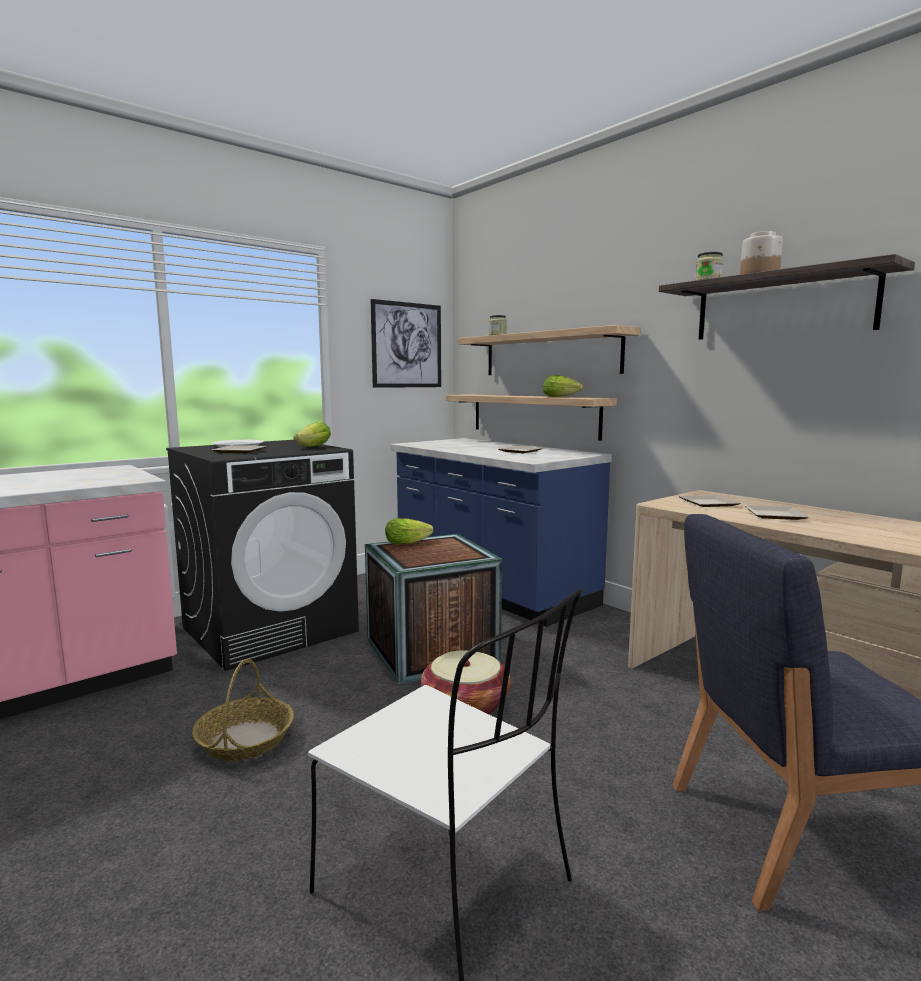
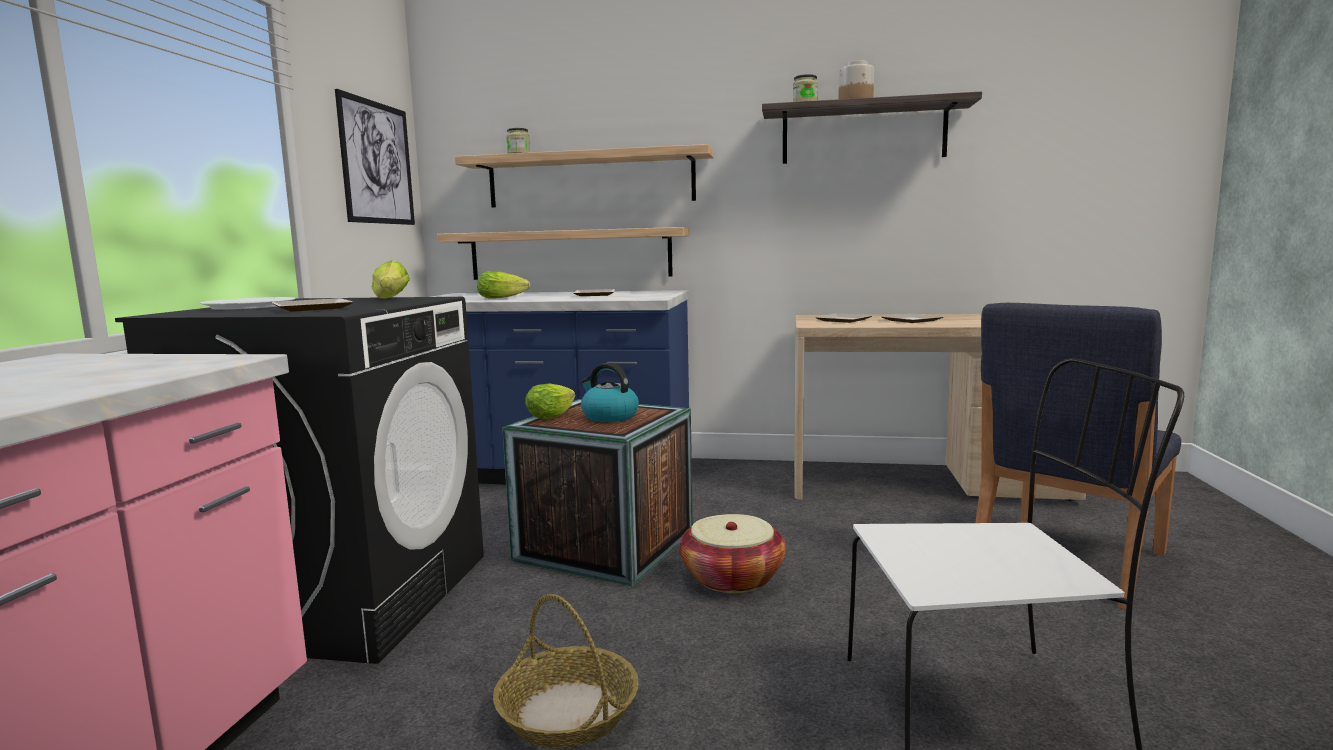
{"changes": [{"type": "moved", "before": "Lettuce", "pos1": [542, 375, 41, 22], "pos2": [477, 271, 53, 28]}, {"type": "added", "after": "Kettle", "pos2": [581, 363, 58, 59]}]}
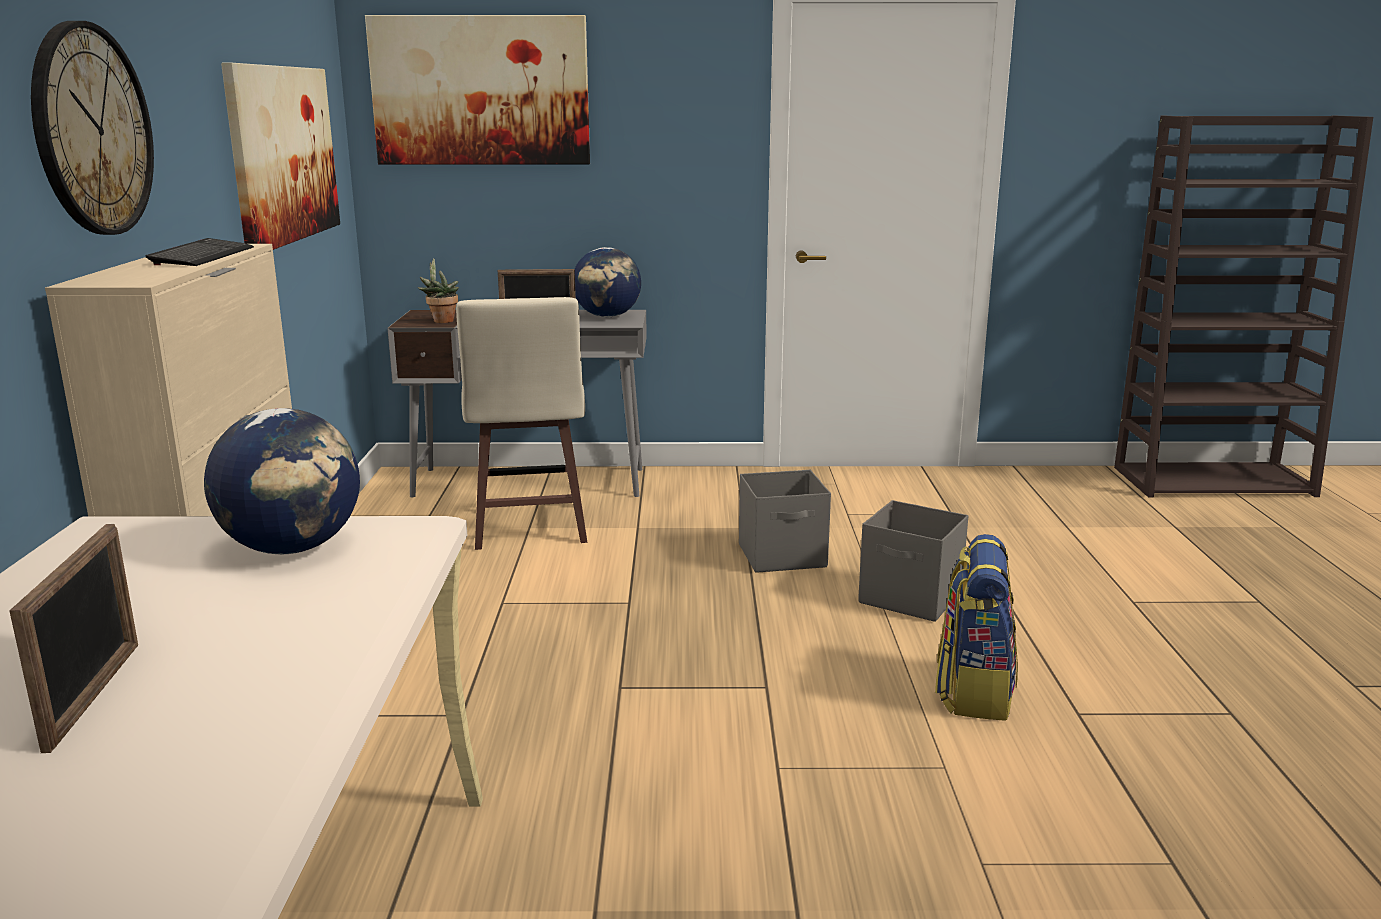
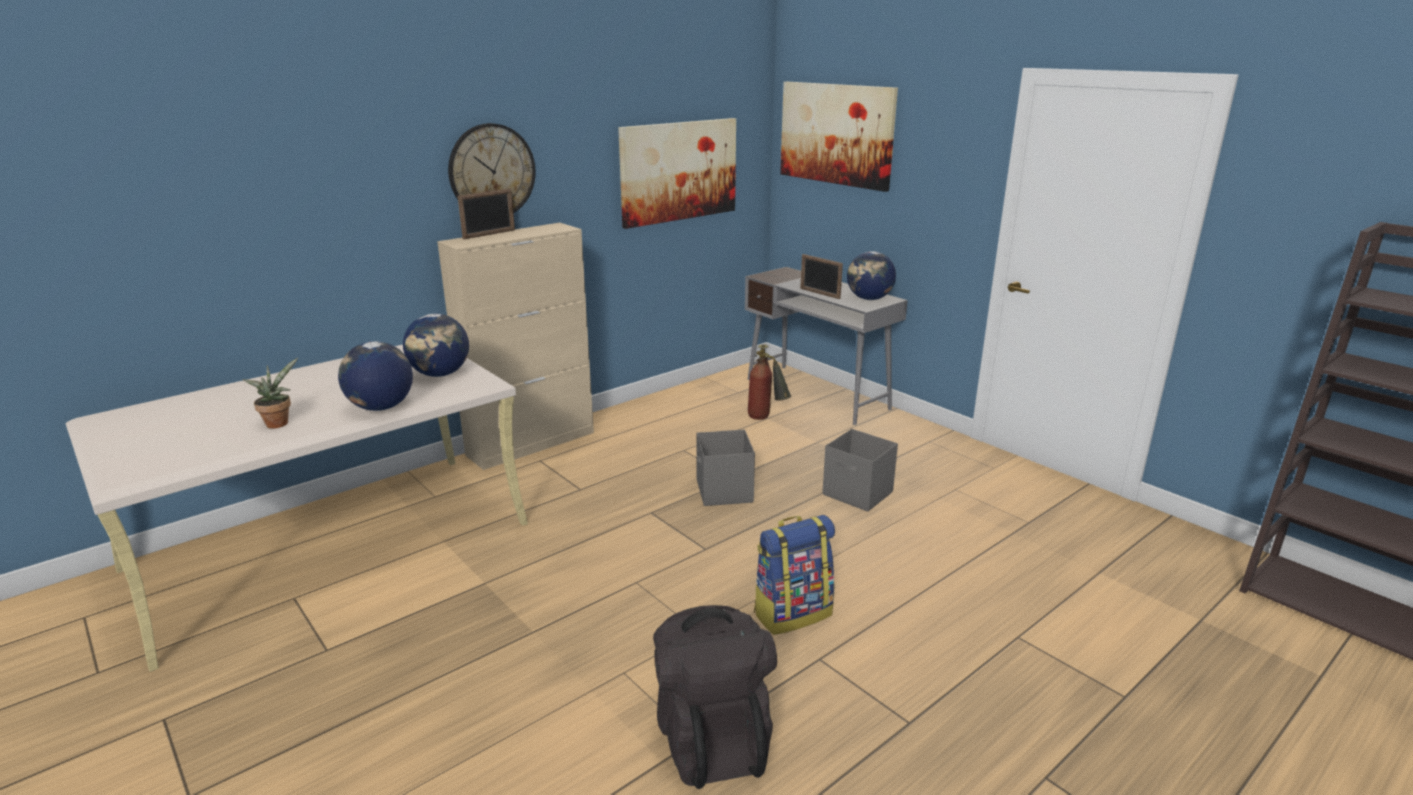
{"changes": [{"type": "moved", "before": "PictureFrame", "pos1": [9, 524, 129, 229], "pos2": [458, 188, 57, 51]}, {"type": "removed", "before": "Keyboard", "pos1": [146, 238, 108, 28]}, {"type": "moved", "before": "PottedPlant", "pos1": [418, 258, 41, 65], "pos2": [242, 358, 56, 71]}, {"type": "replaced", "before": "BeigeStool", "after": "FireExtinguisher", "pos1": [456, 297, 132, 253], "pos2": [748, 344, 43, 76]}, {"type": "moved", "before": "GreyStorageBox", "pos1": [858, 500, 110, 122], "pos2": [696, 429, 59, 77]}, {"type": "added", "after": "Globe", "pos2": [338, 341, 75, 70]}, {"type": "added", "after": "BlackBackpack", "pos2": [653, 605, 124, 184]}]}
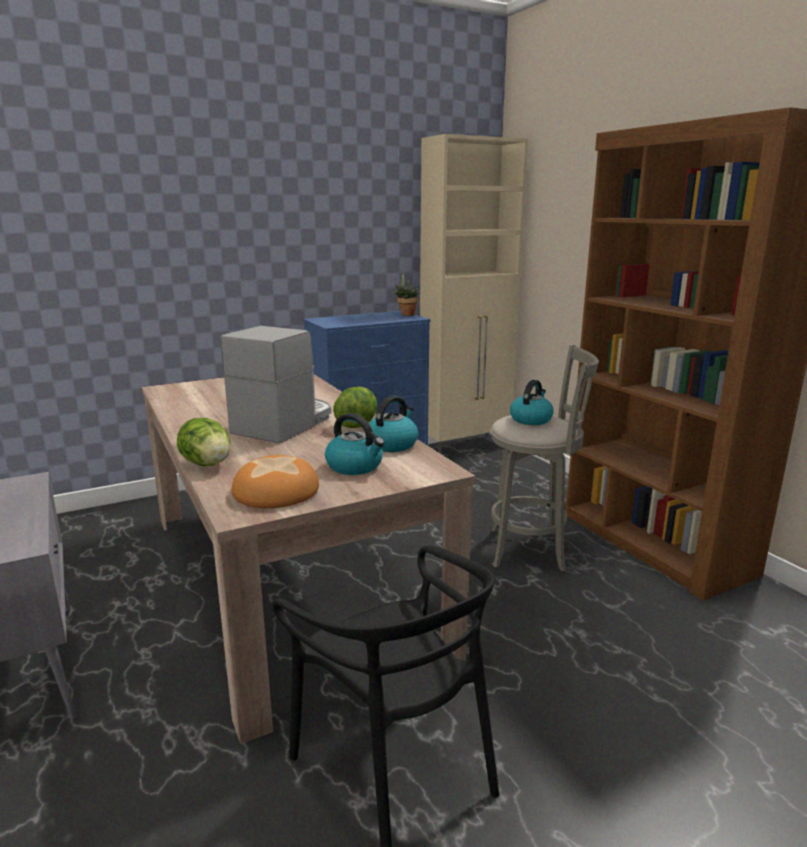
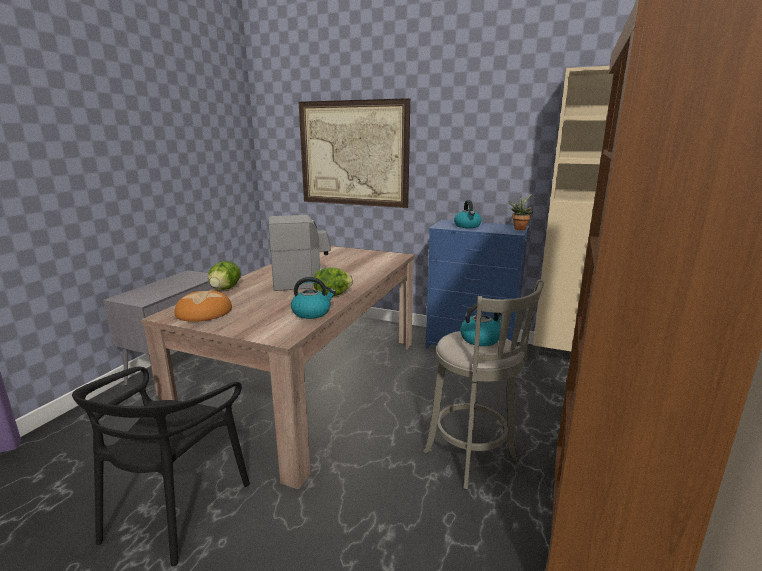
{"changes": [{"type": "moved", "before": "Kettle", "pos1": [325, 413, 60, 62], "pos2": [454, 200, 28, 28]}, {"type": "added", "after": "Picture", "pos2": [299, 98, 111, 110]}]}
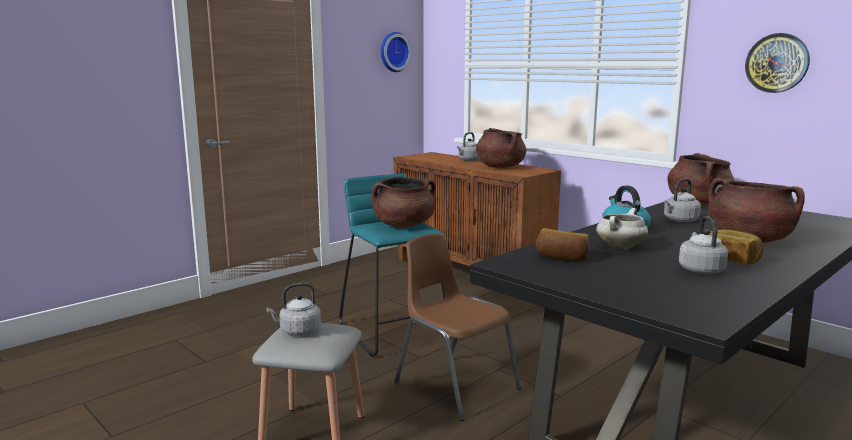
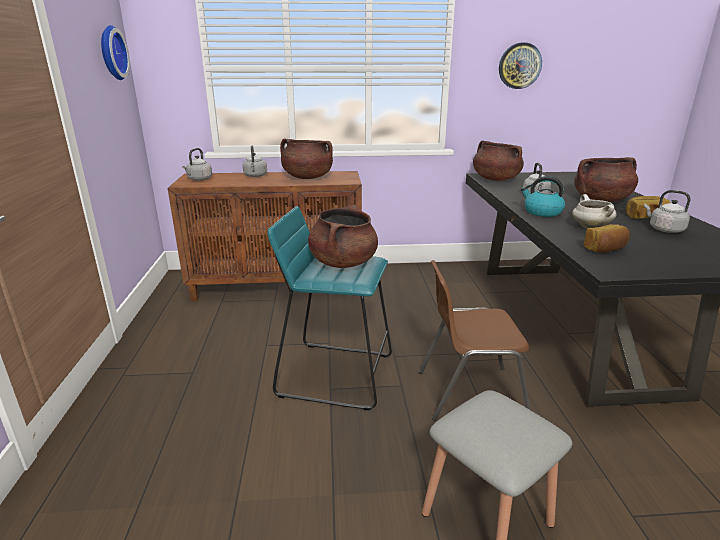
{"changes": [{"type": "moved", "before": "GreyKettle", "pos1": [267, 283, 54, 53], "pos2": [182, 148, 30, 33]}]}
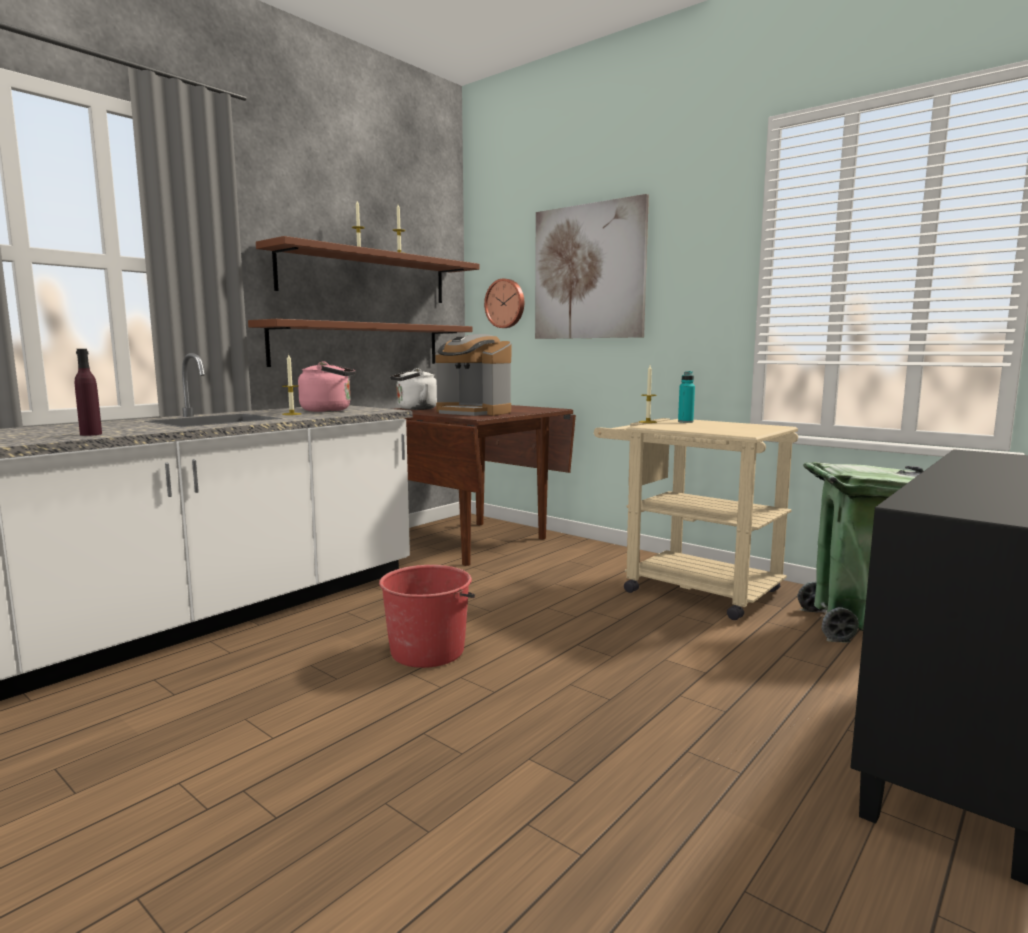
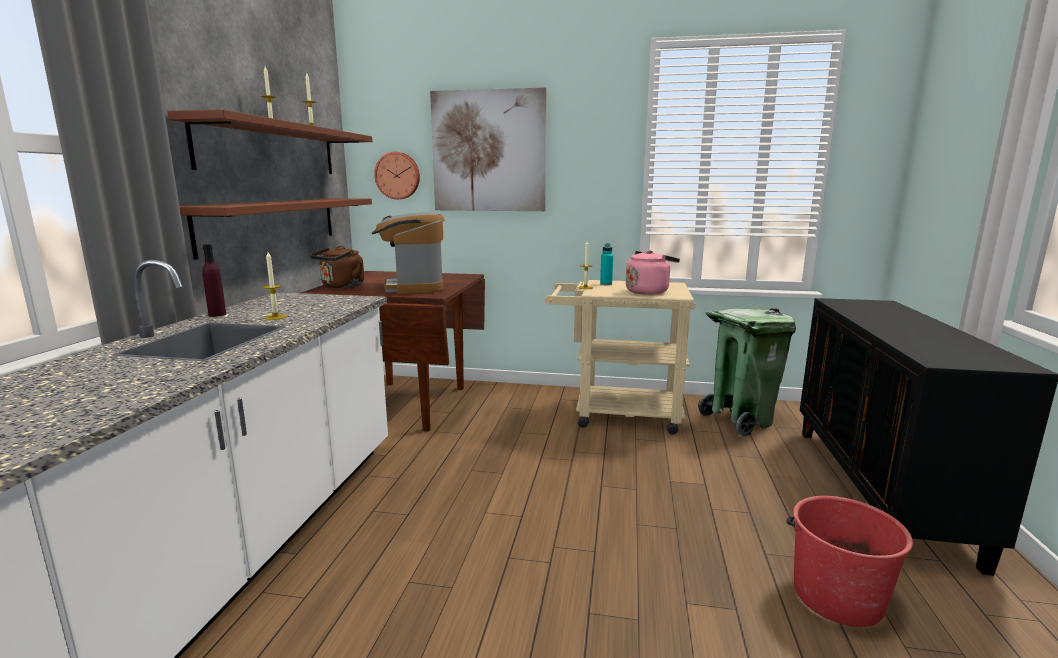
{"changes": [{"type": "moved", "before": "PurpleBottle", "pos1": [75, 349, 27, 87], "pos2": [202, 244, 24, 73]}, {"type": "moved", "before": "PinkKettle", "pos1": [298, 361, 58, 51], "pos2": [626, 250, 54, 45]}, {"type": "moved", "before": "RedBucket", "pos1": [379, 565, 96, 103], "pos2": [787, 496, 126, 131]}, {"type": "recoloured", "before": "WhiteKettle", "after": "BrownKettle", "pos1": [390, 368, 47, 42], "pos2": [310, 246, 54, 43]}, {"type": "turned", "before": "CoffeeMachine", "pos1": [436, 334, 75, 82], "pos2": [372, 212, 73, 82], "turn": 75}]}
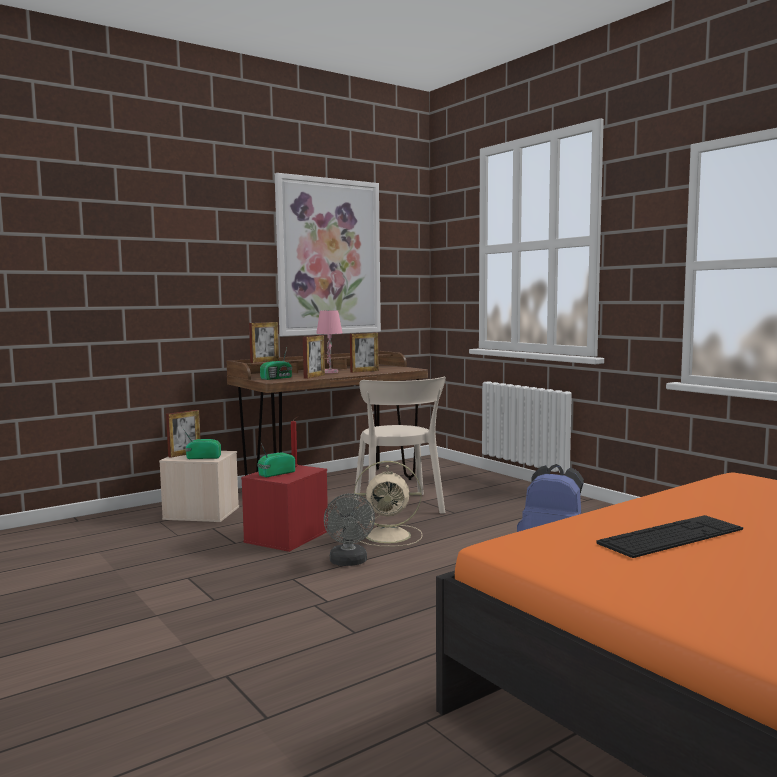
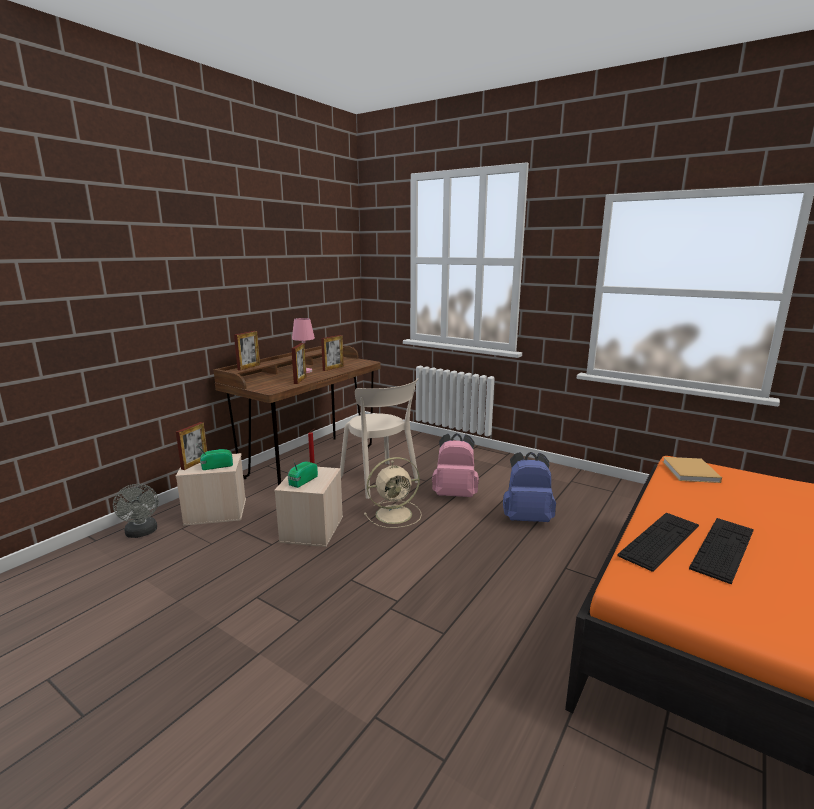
{"changes": [{"type": "recoloured", "before": "RedStorageBox", "after": "BeigeStorageBox", "pos1": [241, 465, 87, 87], "pos2": [274, 467, 69, 80]}, {"type": "removed", "before": "Radio", "pos1": [260, 348, 32, 32]}, {"type": "removed", "before": "Picture", "pos1": [275, 173, 106, 163]}, {"type": "moved", "before": "GreyFan", "pos1": [324, 493, 51, 73], "pos2": [113, 484, 45, 54]}, {"type": "added", "after": "PinkBackpack", "pos2": [432, 433, 47, 64]}, {"type": "added", "after": "Keyboard", "pos2": [617, 513, 82, 59]}, {"type": "added", "after": "BeigeBook", "pos2": [662, 457, 60, 26]}]}
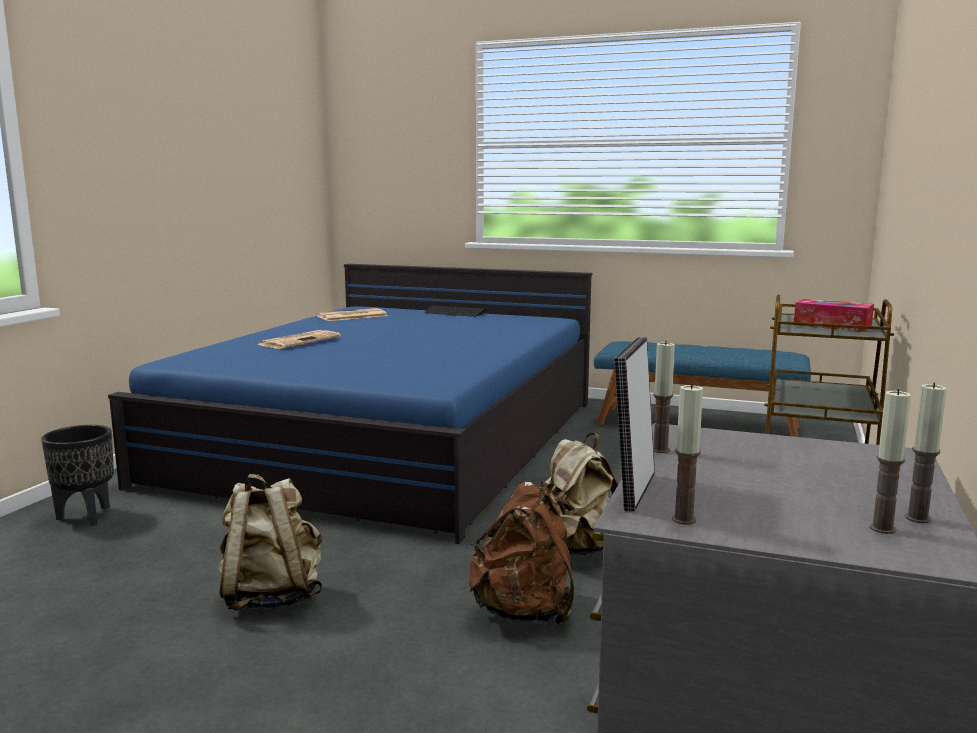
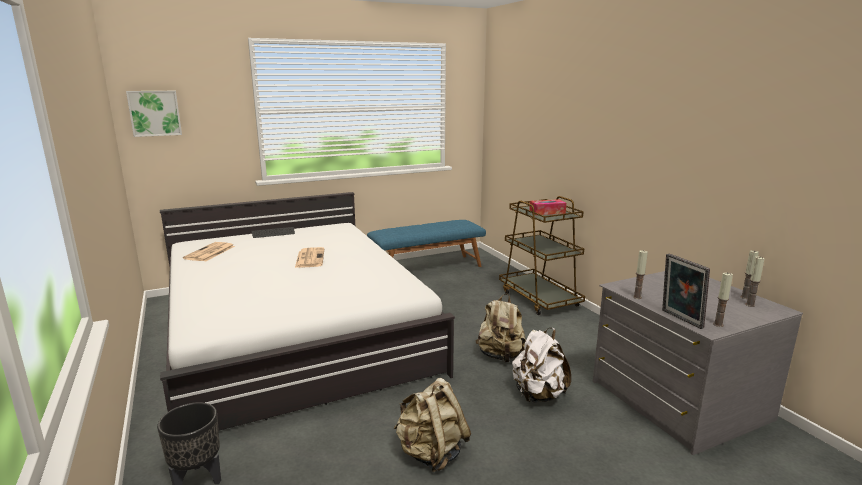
{"changes": [{"type": "recoloured", "before": "BlueBed", "after": "WhiteBed", "pos1": [108, 264, 484, 280], "pos2": [160, 192, 295, 239]}, {"type": "moved", "before": "Newspaper", "pos1": [258, 330, 83, 19], "pos2": [295, 247, 29, 21]}, {"type": "recoloured", "before": "BrownBackpack", "after": "WhiteBackpack", "pos1": [469, 481, 105, 145], "pos2": [512, 328, 59, 75]}, {"type": "added", "after": "Picture", "pos2": [126, 91, 56, 46]}]}
